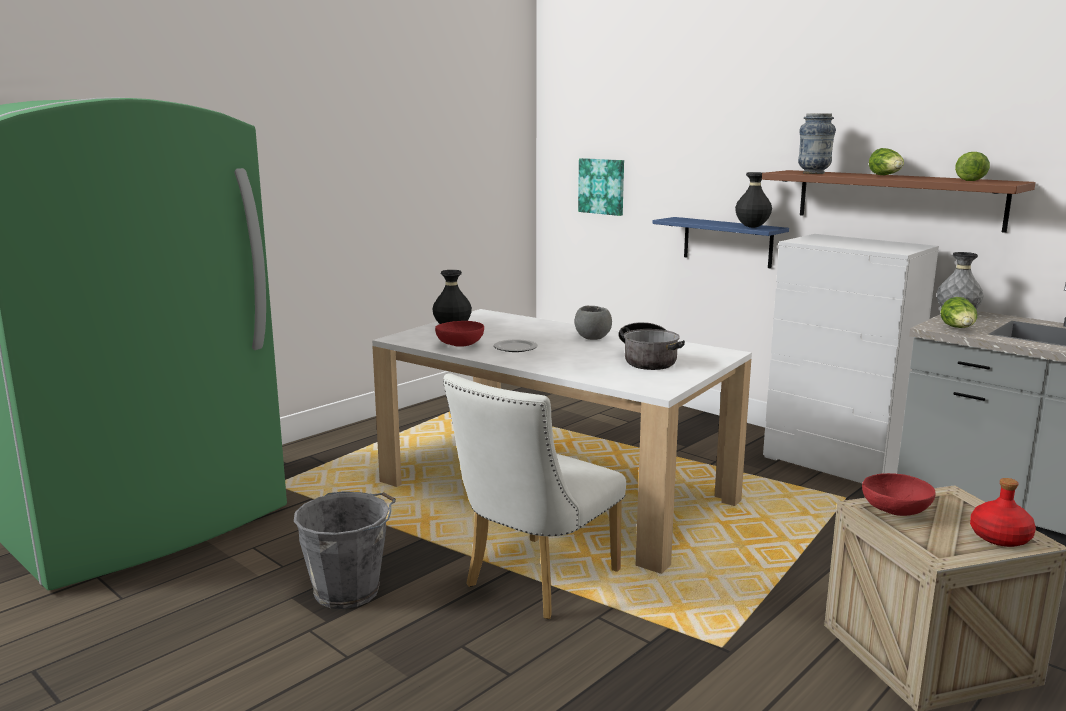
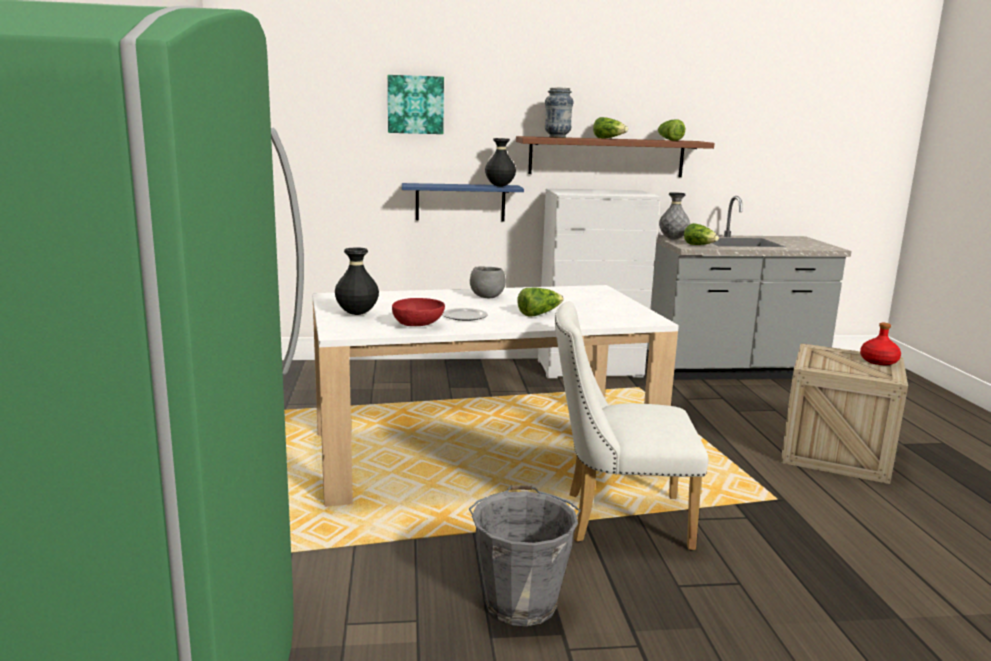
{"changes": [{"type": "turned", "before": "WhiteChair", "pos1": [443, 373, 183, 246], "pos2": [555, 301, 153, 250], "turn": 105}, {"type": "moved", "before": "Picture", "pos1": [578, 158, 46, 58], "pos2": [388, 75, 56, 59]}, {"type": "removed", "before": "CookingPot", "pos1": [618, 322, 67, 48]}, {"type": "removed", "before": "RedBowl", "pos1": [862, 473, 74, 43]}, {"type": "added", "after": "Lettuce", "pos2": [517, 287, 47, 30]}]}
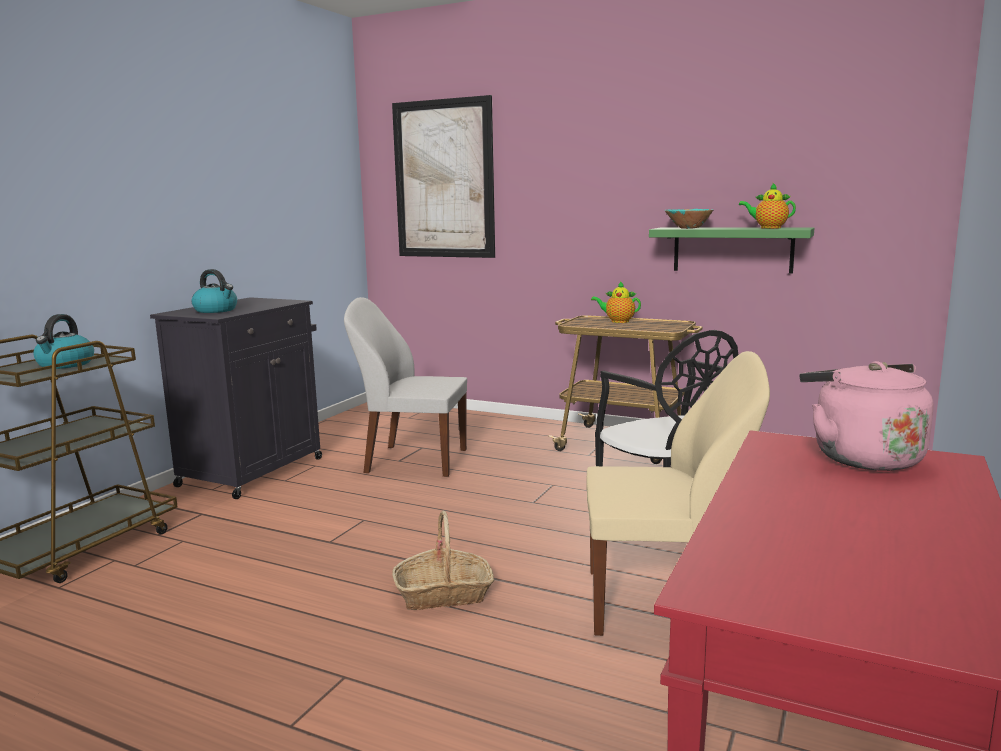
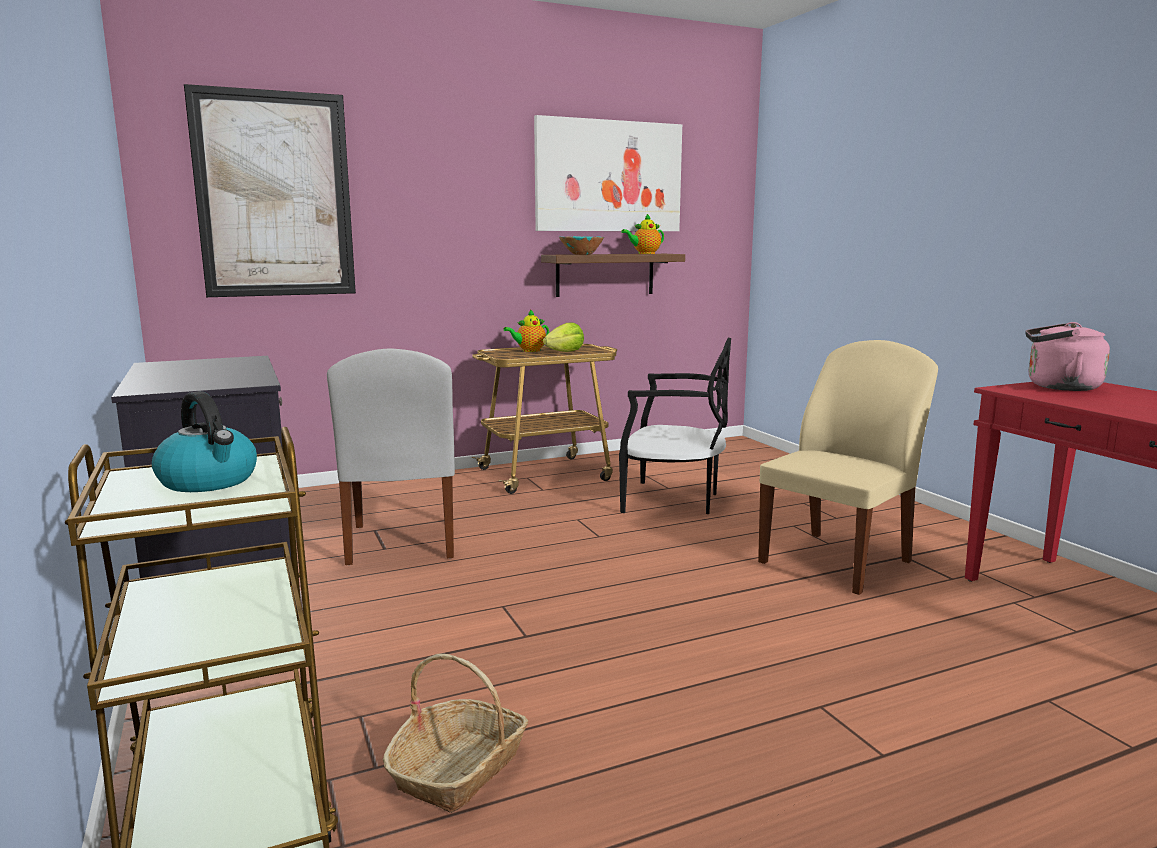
{"changes": [{"type": "removed", "before": "Kettle", "pos1": [192, 269, 45, 44]}, {"type": "turned", "before": "WhiteChair", "pos1": [344, 297, 123, 180], "pos2": [327, 349, 128, 216], "turn": -60}, {"type": "moved", "before": "Basket", "pos1": [392, 511, 103, 99], "pos2": [383, 654, 145, 159]}, {"type": "recoloured", "before": "GreenShelf", "after": "BrownShelf", "pos1": [649, 228, 165, 46], "pos2": [541, 254, 144, 43]}, {"type": "added", "after": "Picture", "pos2": [534, 115, 148, 116]}, {"type": "added", "after": "Lettuce", "pos2": [543, 322, 41, 30]}]}
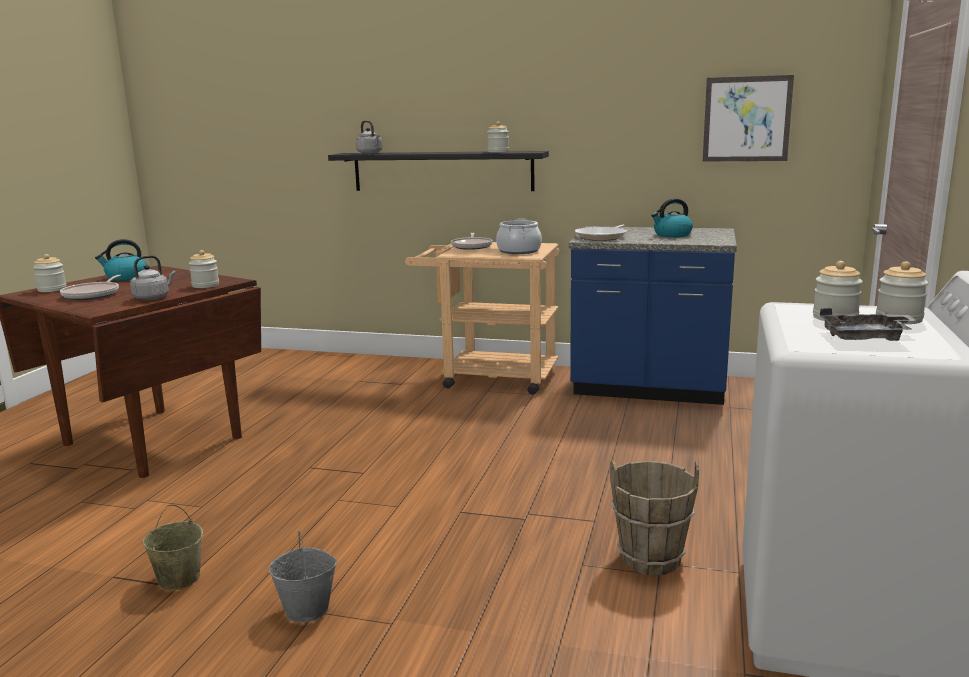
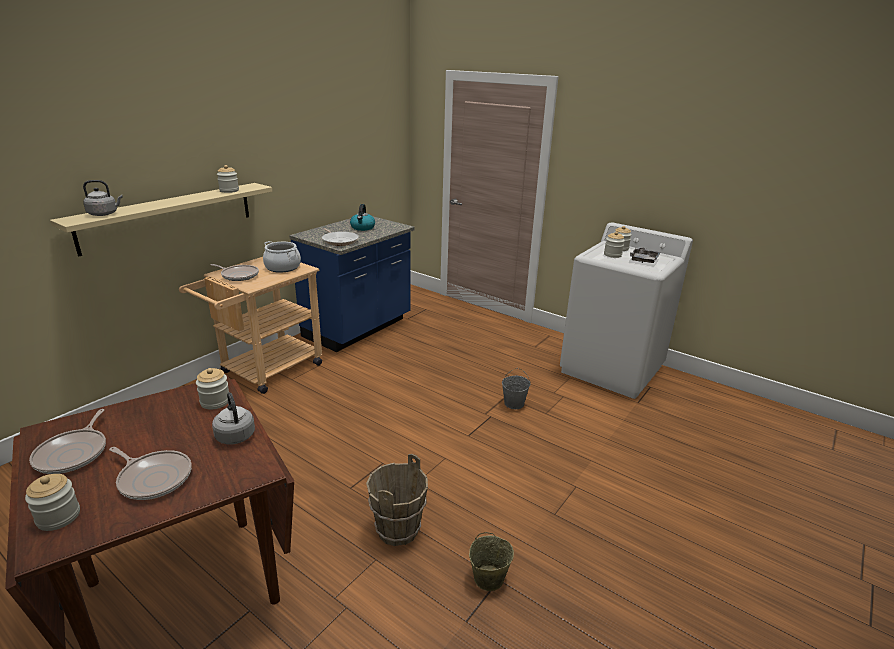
{"changes": [{"type": "replaced", "before": "Kettle", "after": "FryingPan", "pos1": [95, 239, 52, 42], "pos2": [29, 409, 77, 65]}, {"type": "moved", "before": "GreyBucket", "pos1": [269, 530, 68, 92], "pos2": [502, 368, 28, 41]}, {"type": "recoloured", "before": "BlackShelf", "after": "BeigeShelf", "pos1": [328, 151, 221, 40], "pos2": [50, 183, 222, 74]}, {"type": "moved", "before": "BrownBucket", "pos1": [610, 461, 89, 114], "pos2": [366, 454, 62, 92]}, {"type": "removed", "before": "Picture", "pos1": [703, 75, 91, 86]}]}
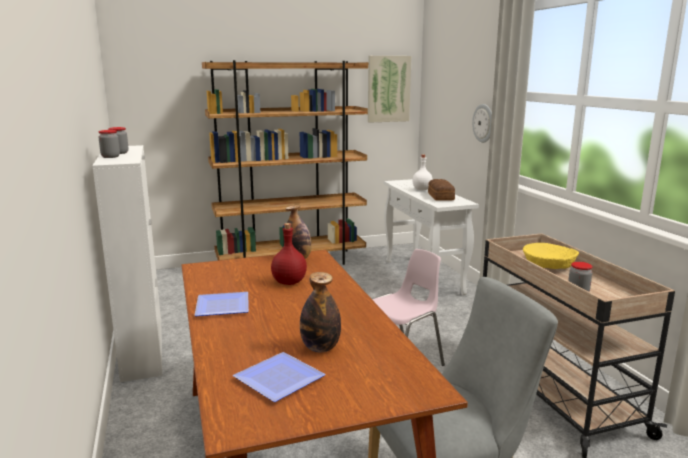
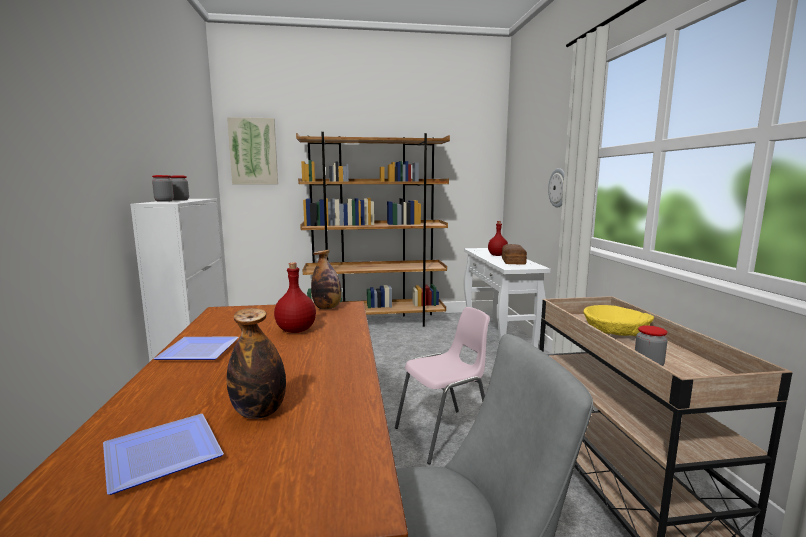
{"changes": [{"type": "moved", "before": "Picture", "pos1": [368, 56, 43, 67], "pos2": [227, 117, 51, 68]}, {"type": "recoloured", "before": "WhiteBottle", "after": "RedBottle", "pos1": [412, 155, 21, 35], "pos2": [488, 221, 20, 35]}]}
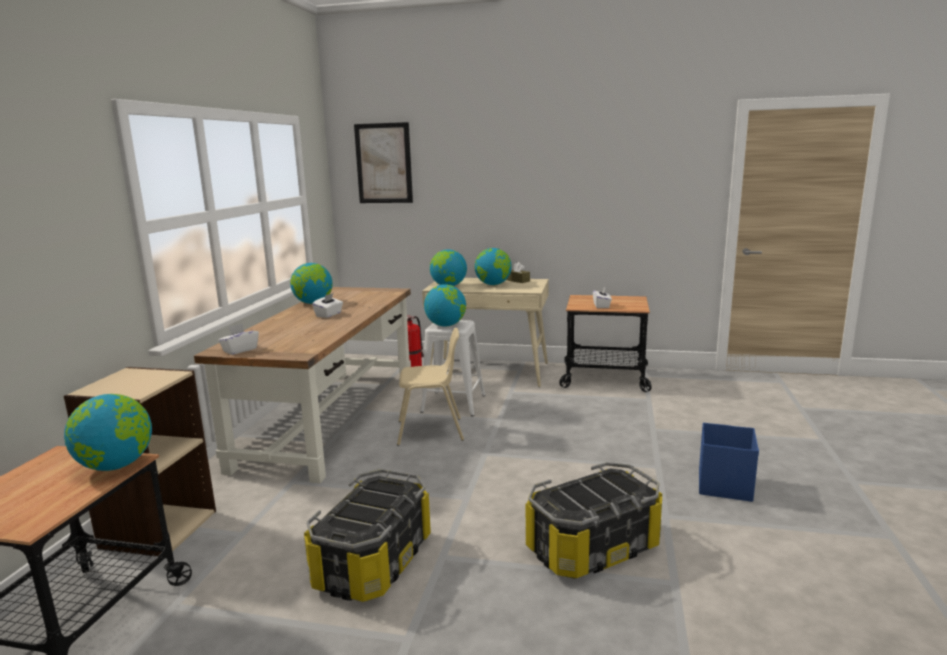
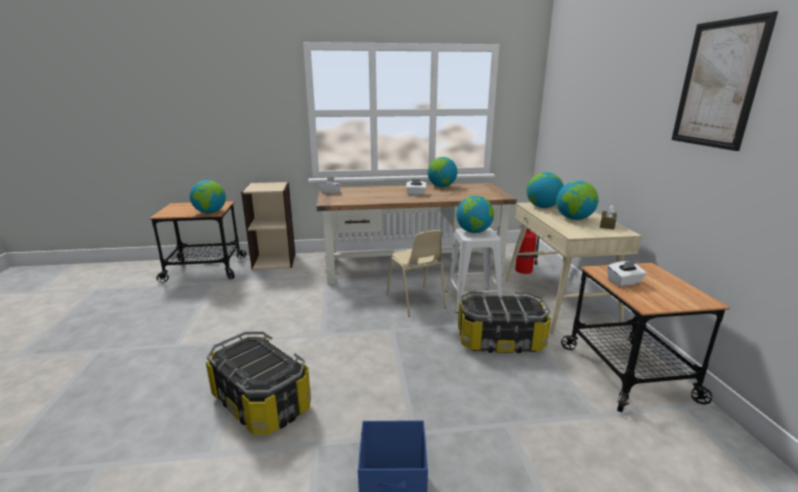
{"changes": [{"type": "moved", "before": "StorageBox", "pos1": [304, 469, 127, 133], "pos2": [458, 291, 93, 62]}, {"type": "moved", "before": "Picture", "pos1": [354, 122, 59, 81], "pos2": [671, 11, 107, 140]}]}
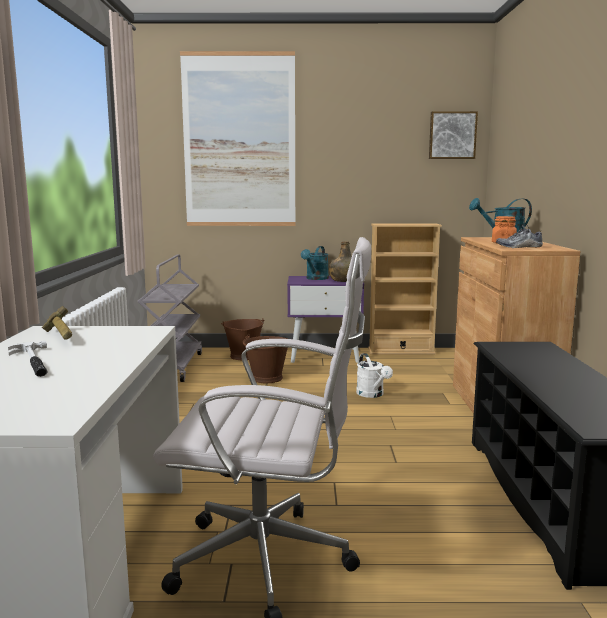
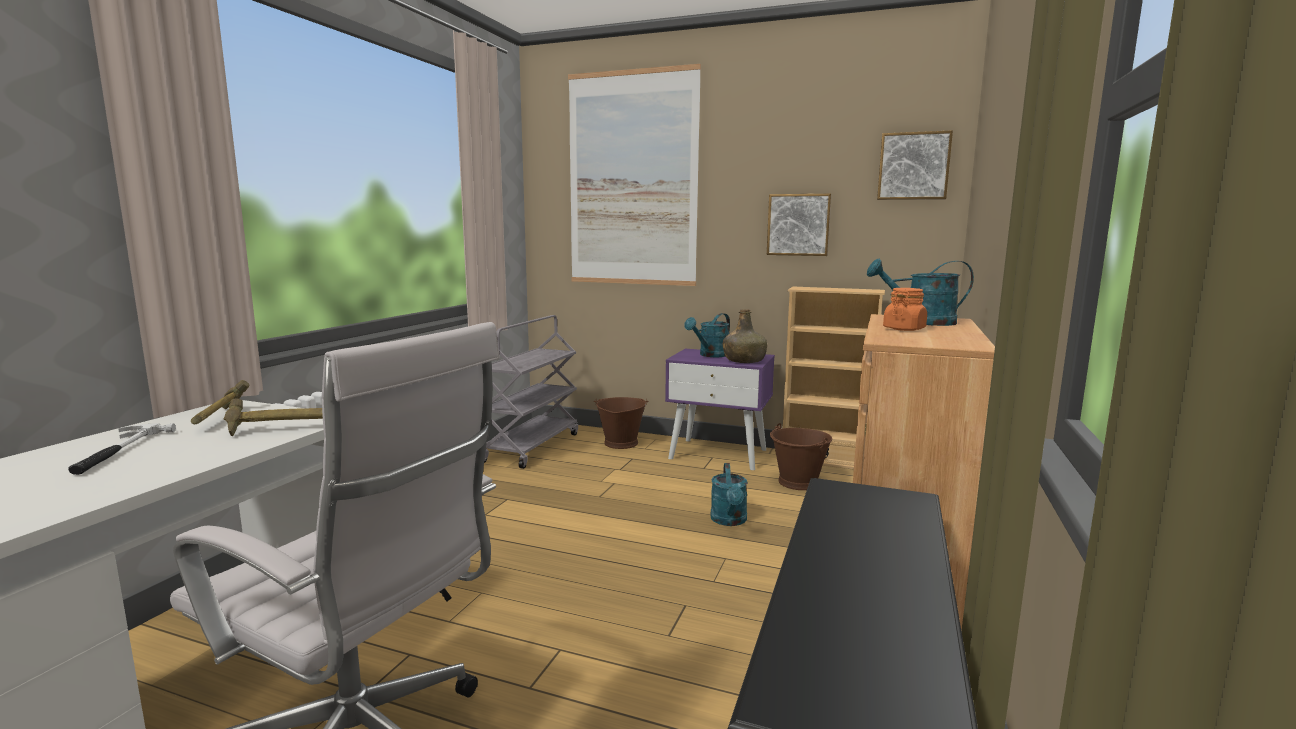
{"changes": [{"type": "moved", "before": "BrownBucket", "pos1": [243, 334, 45, 49], "pos2": [770, 423, 62, 67]}, {"type": "recoloured", "before": "WhiteWateringCan", "after": "TurquoiseWateringCan", "pos1": [356, 353, 37, 45], "pos2": [710, 463, 38, 63]}, {"type": "removed", "before": "Shoe", "pos1": [496, 224, 47, 24]}, {"type": "added", "after": "Hammer", "pos2": [223, 399, 100, 37]}, {"type": "added", "after": "Picture", "pos2": [767, 194, 65, 62]}]}
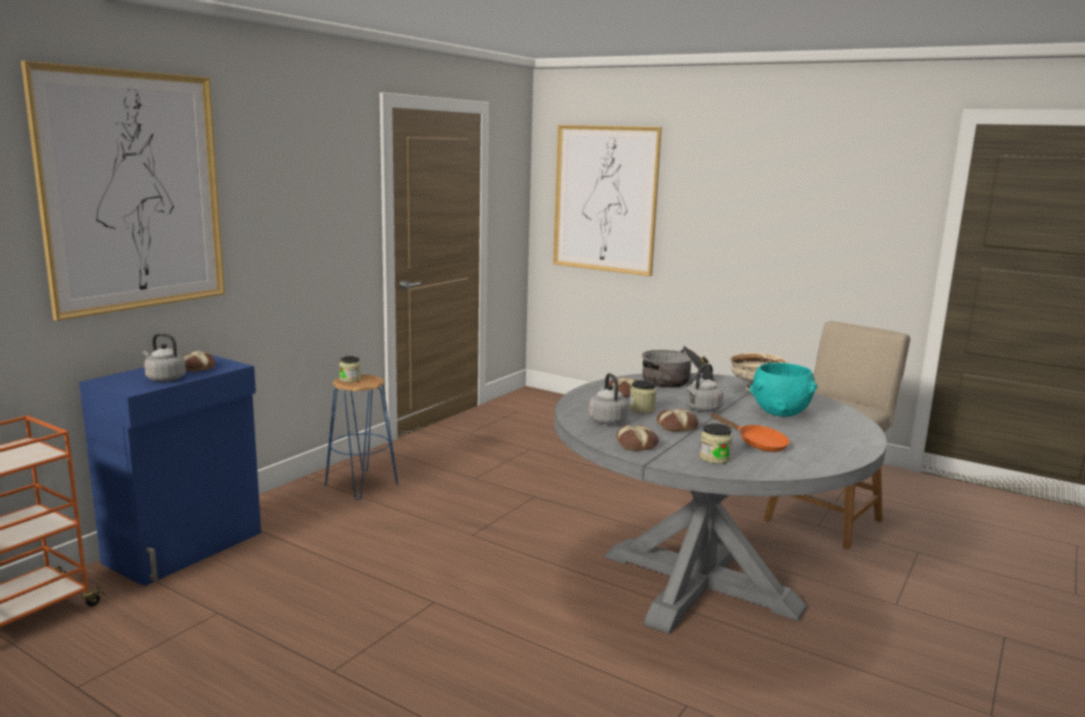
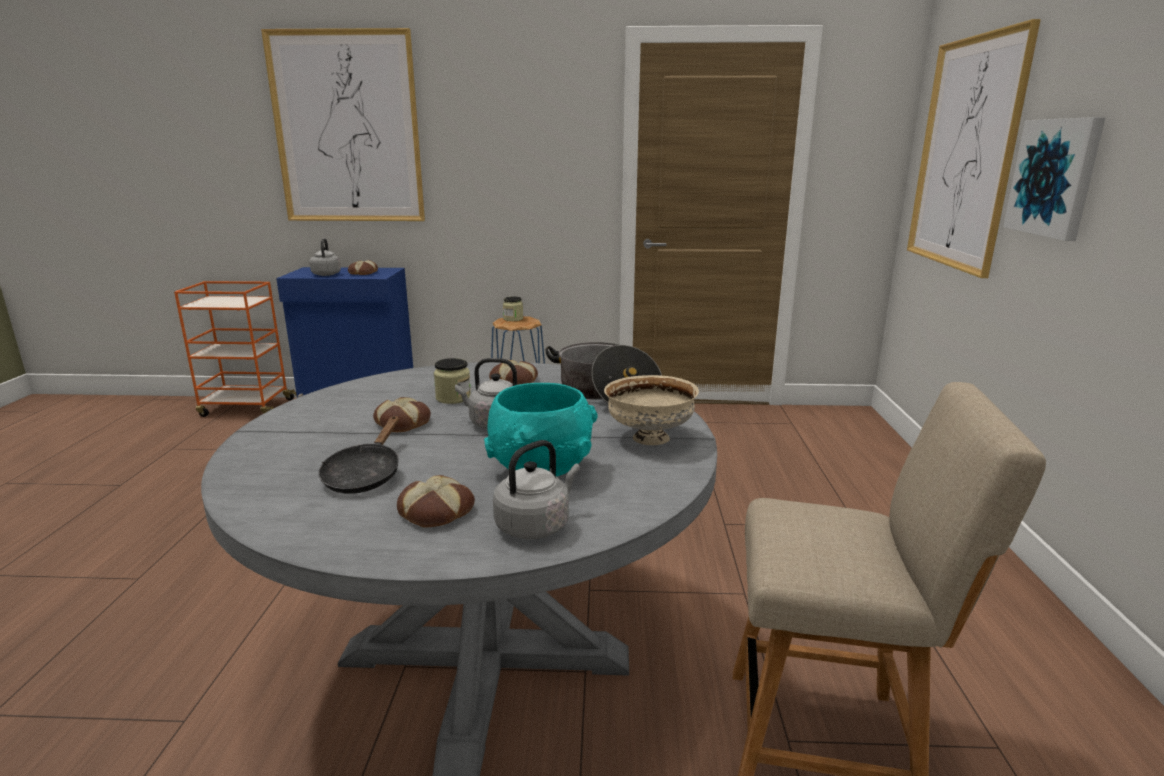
{"changes": [{"type": "moved", "before": "GreyKettle", "pos1": [589, 373, 40, 51], "pos2": [493, 440, 87, 99]}, {"type": "moved", "before": "Bread", "pos1": [616, 425, 43, 26], "pos2": [397, 475, 78, 53]}, {"type": "removed", "before": "Jar", "pos1": [700, 423, 32, 41]}, {"type": "recoloured", "before": "OrangeFryingPan", "after": "BlackFryingPan", "pos1": [710, 413, 80, 39], "pos2": [318, 415, 81, 79]}, {"type": "added", "after": "Picture", "pos2": [1003, 117, 103, 124]}]}
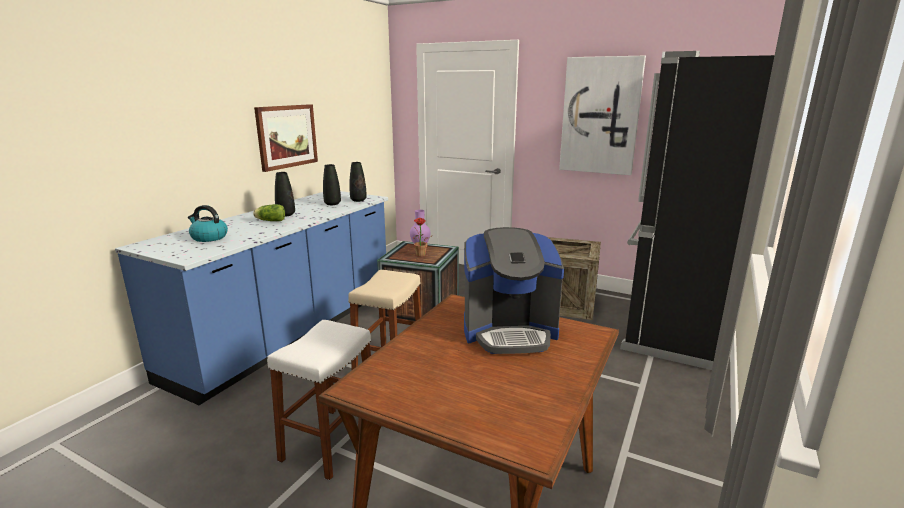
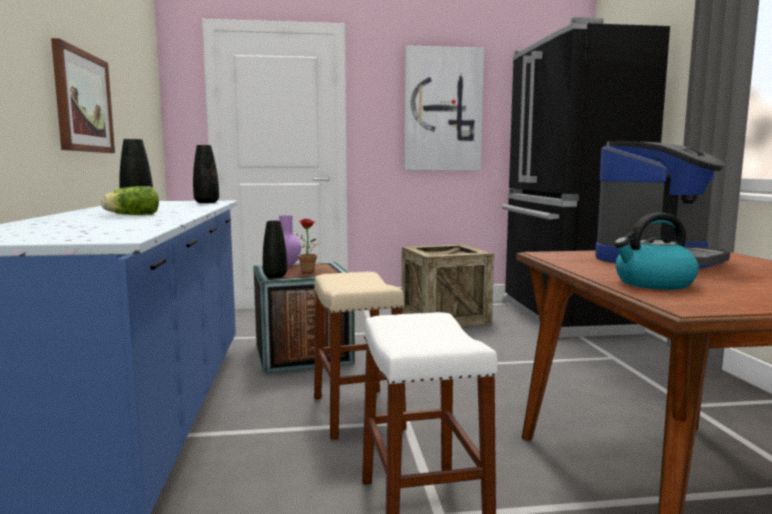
{"changes": [{"type": "moved", "before": "Kettle", "pos1": [188, 205, 40, 37], "pos2": [614, 212, 85, 78]}, {"type": "moved", "before": "BlackVase", "pos1": [323, 164, 18, 41], "pos2": [263, 221, 24, 57]}]}
